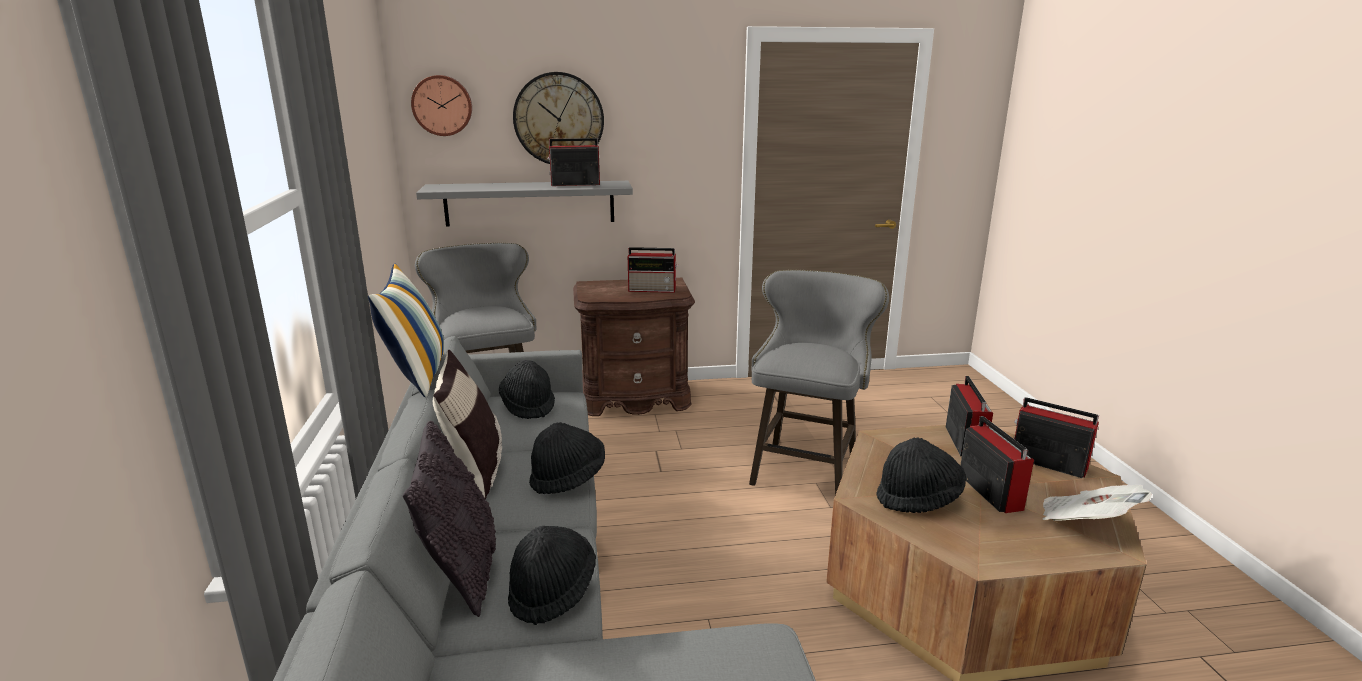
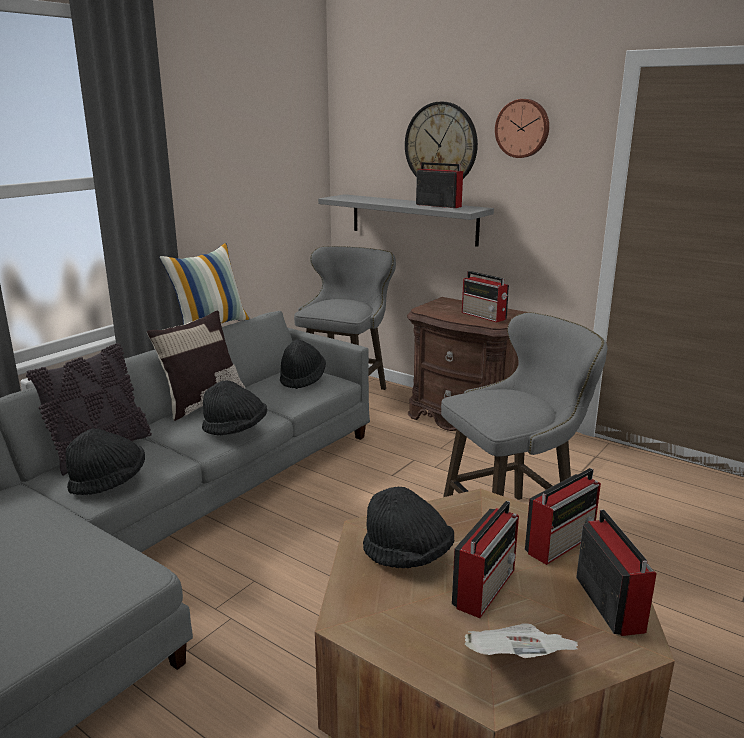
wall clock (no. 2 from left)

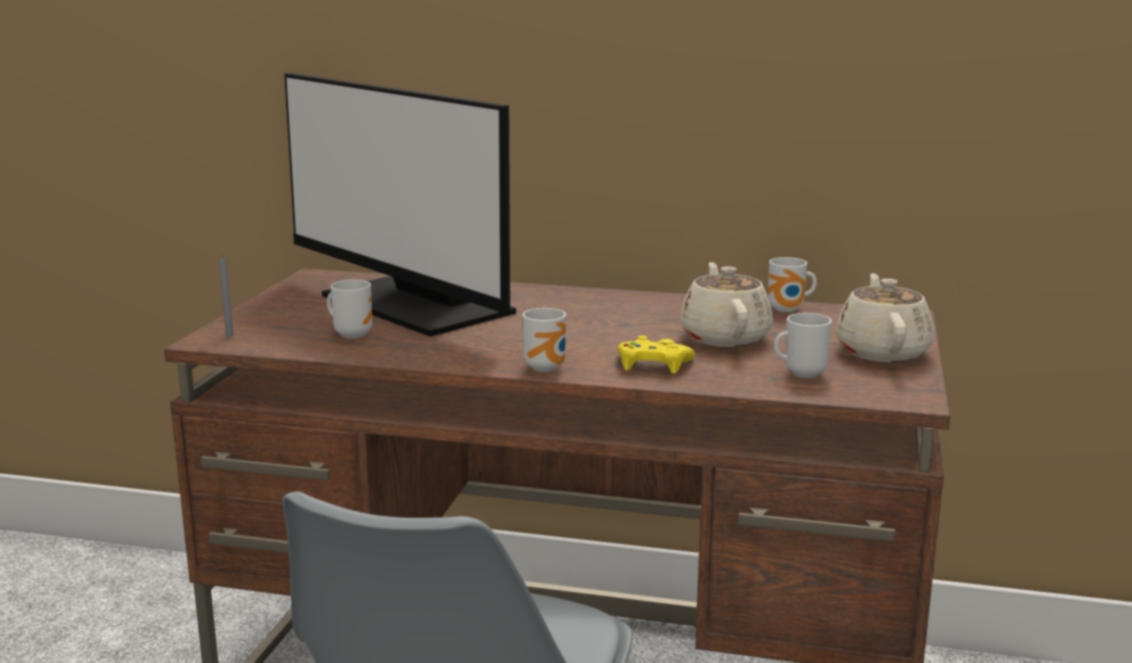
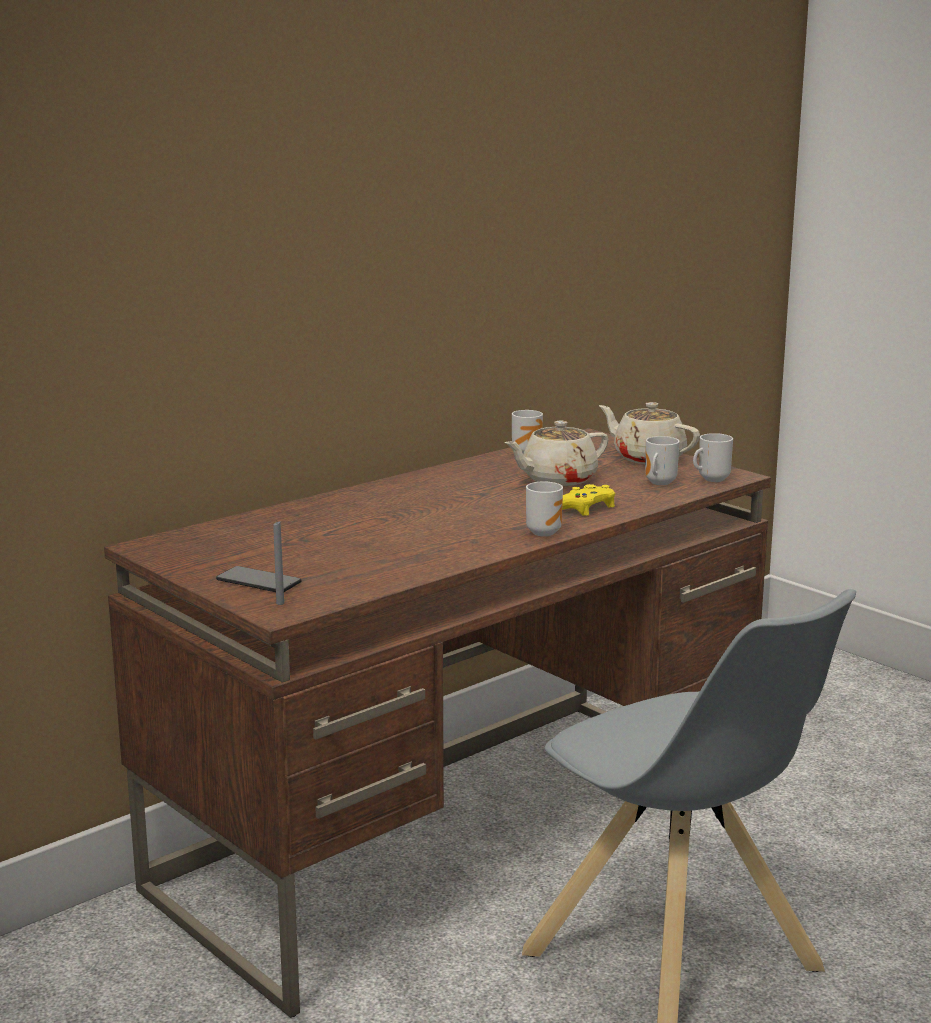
phone; beige teapot (no. 1 from left); mug (no. 4 from left); monitor

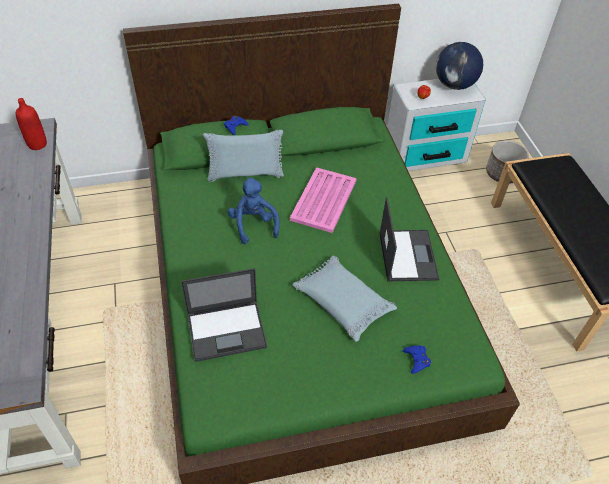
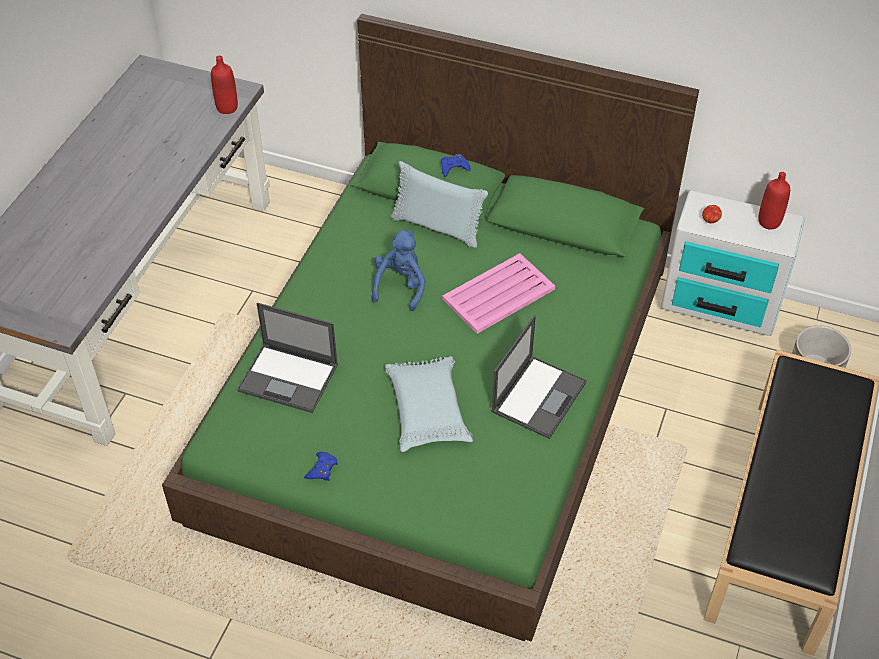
blue game controller (no. 1 from left); red bottle (no. 2 from left)

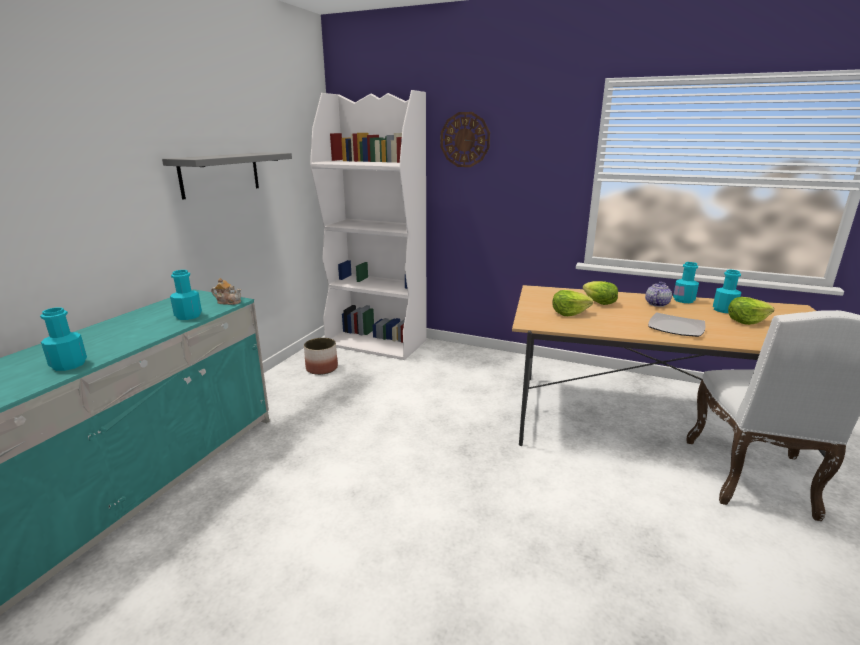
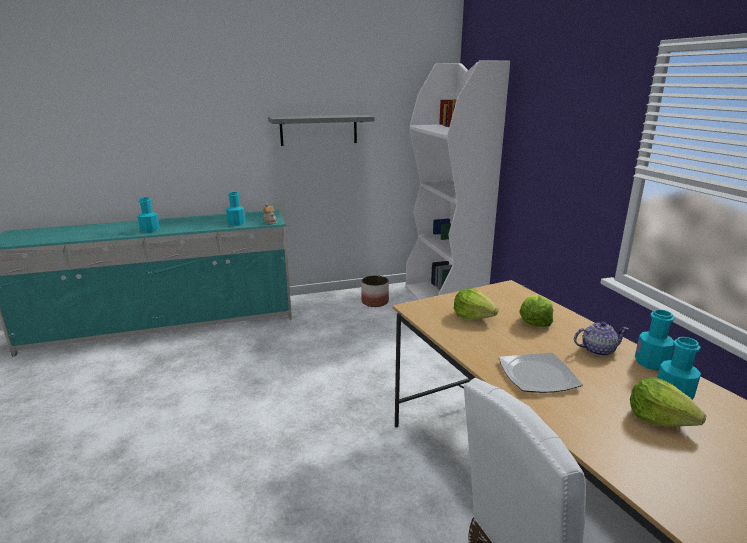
wall clock

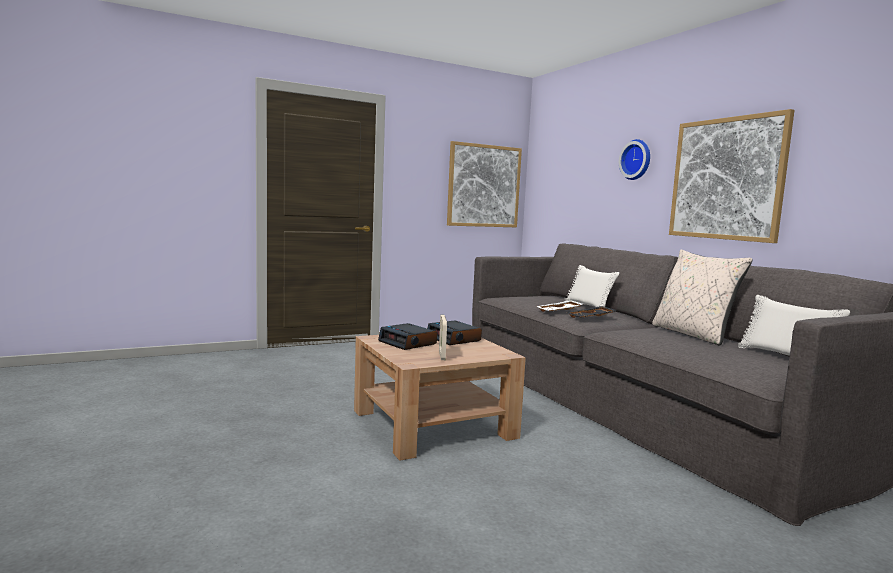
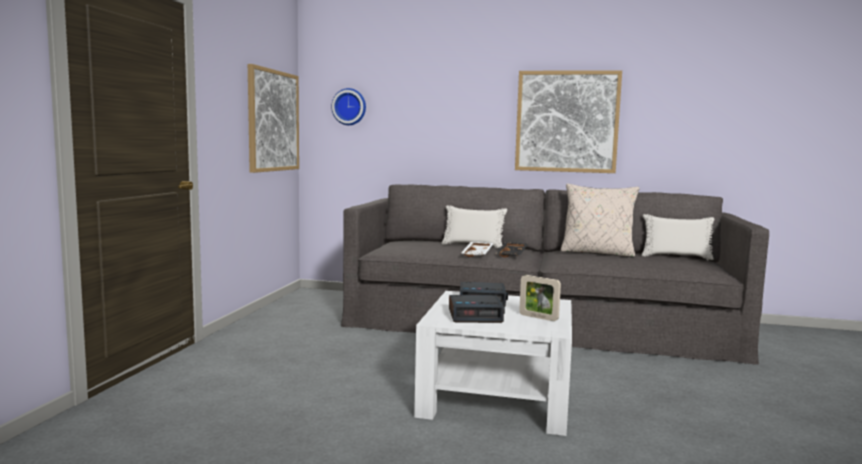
wall clock; white coffee table

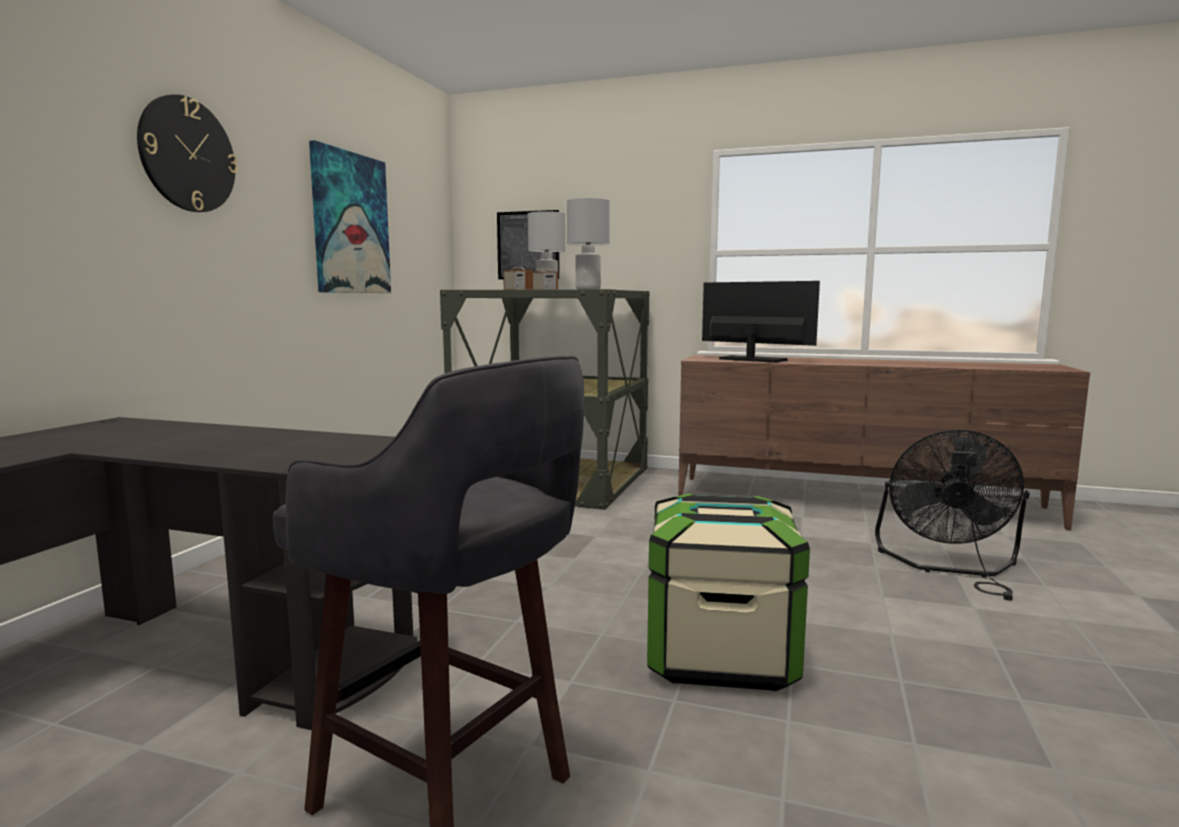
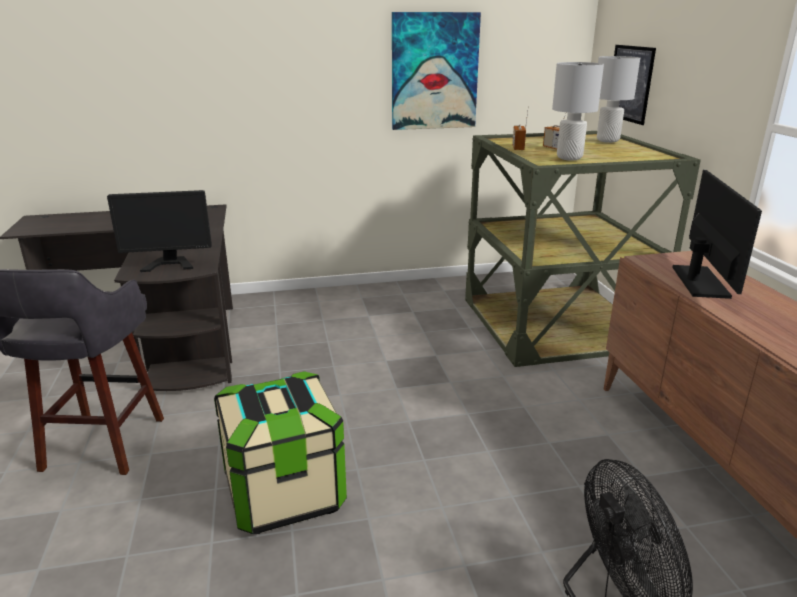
monitor (no. 1 from left); wall clock

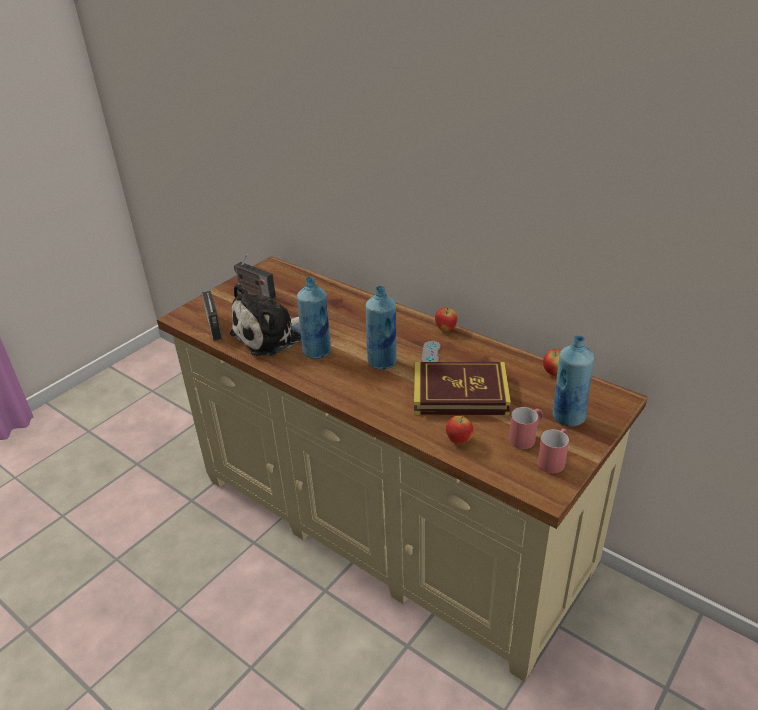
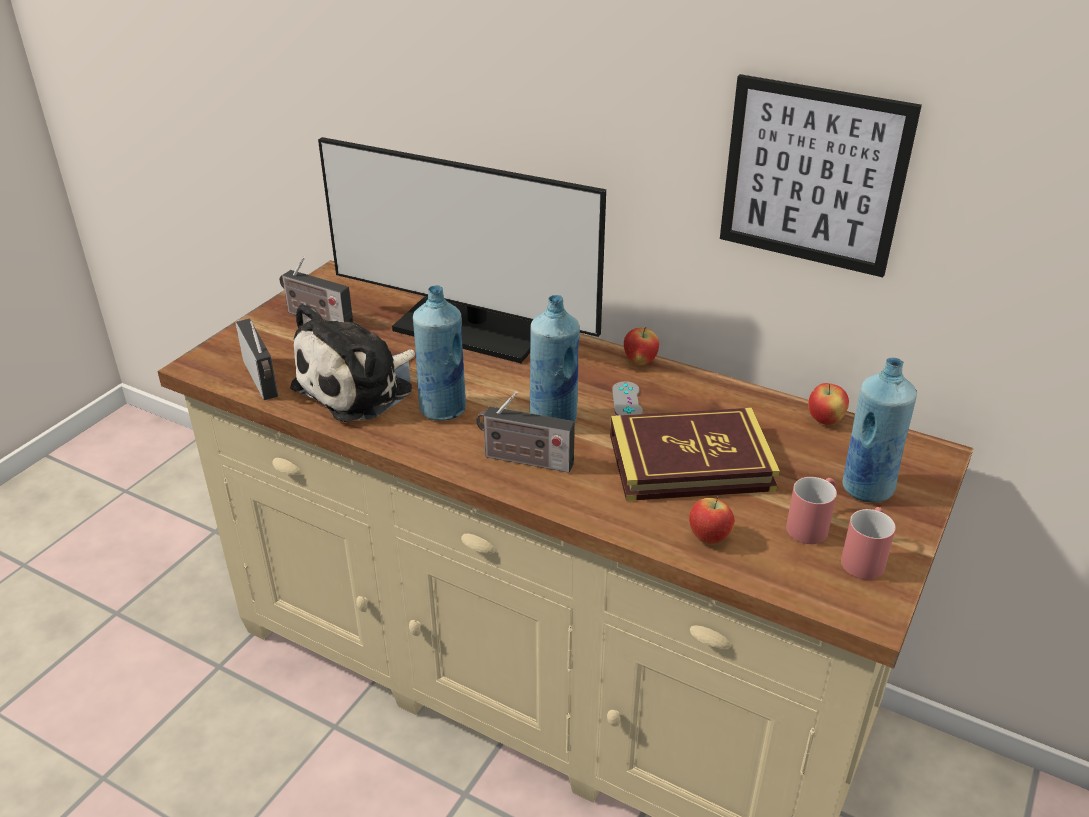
monitor; radio (no. 3 from left); picture

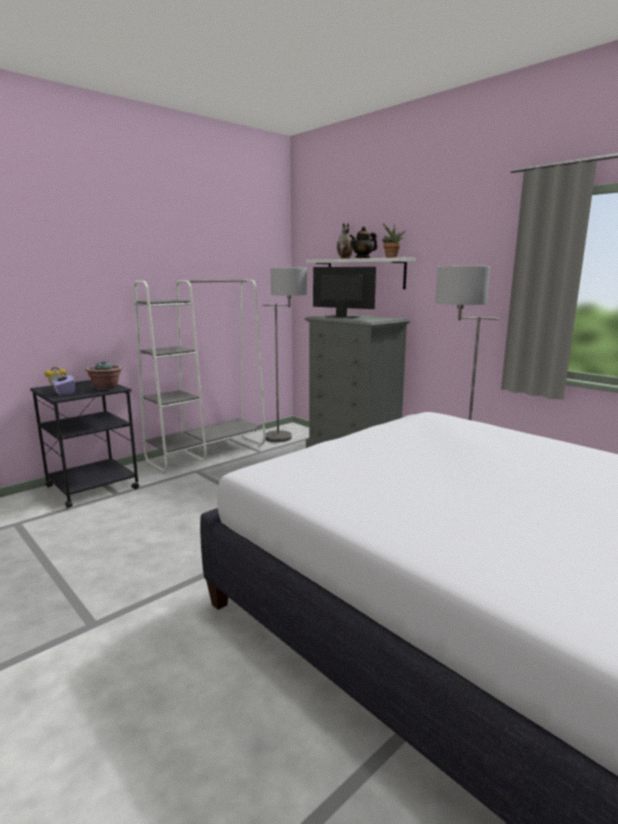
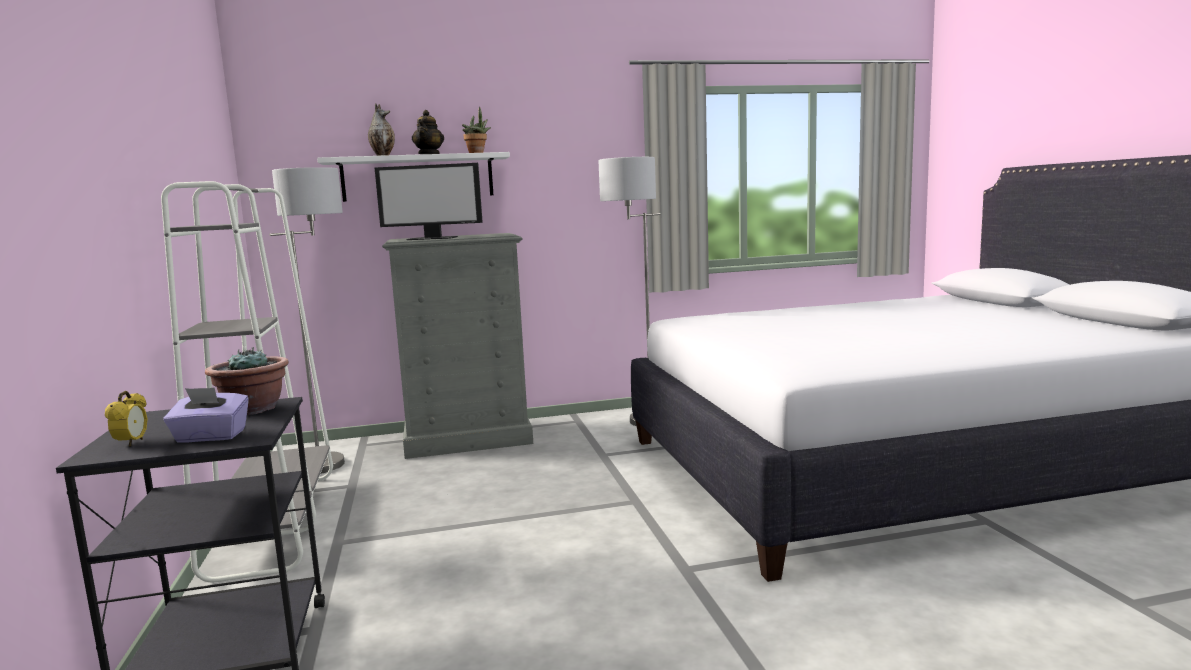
monitor

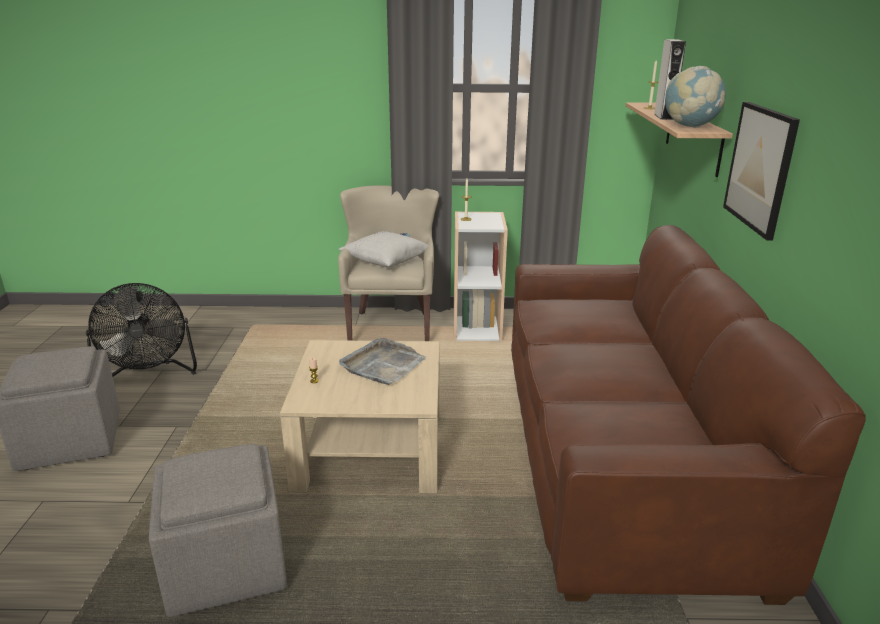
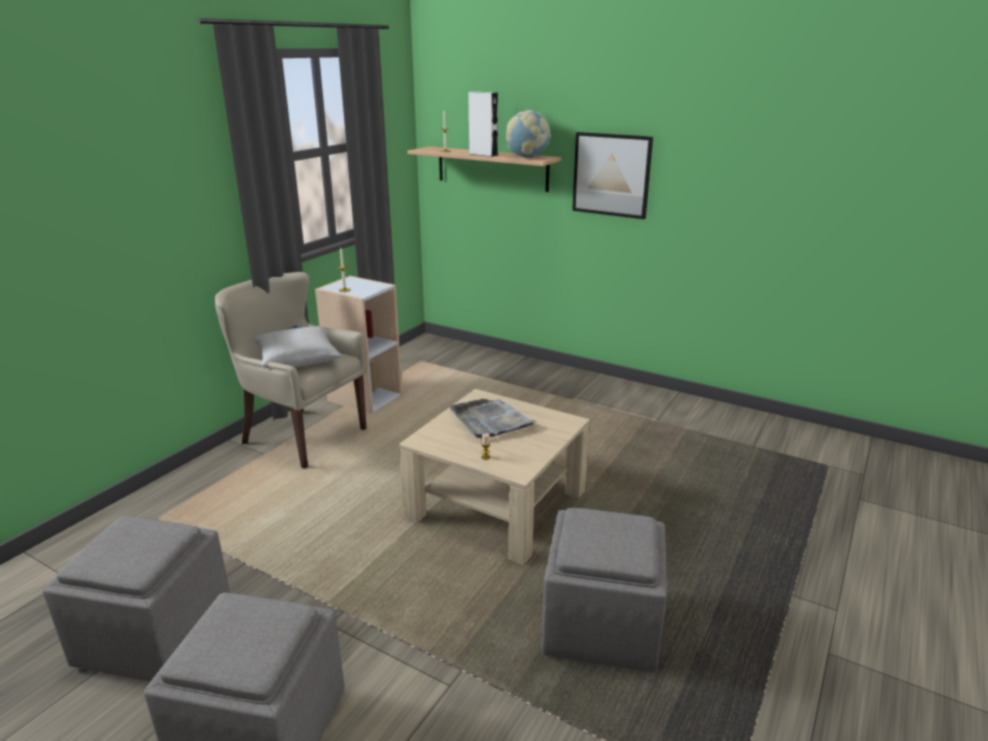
grey ottoman (no. 1 from left); brown sofa

